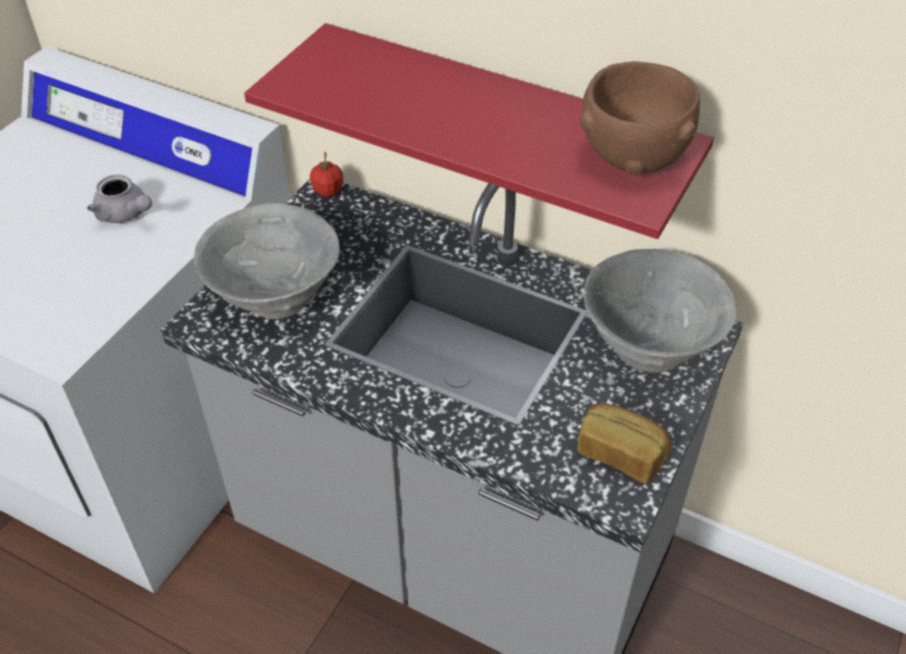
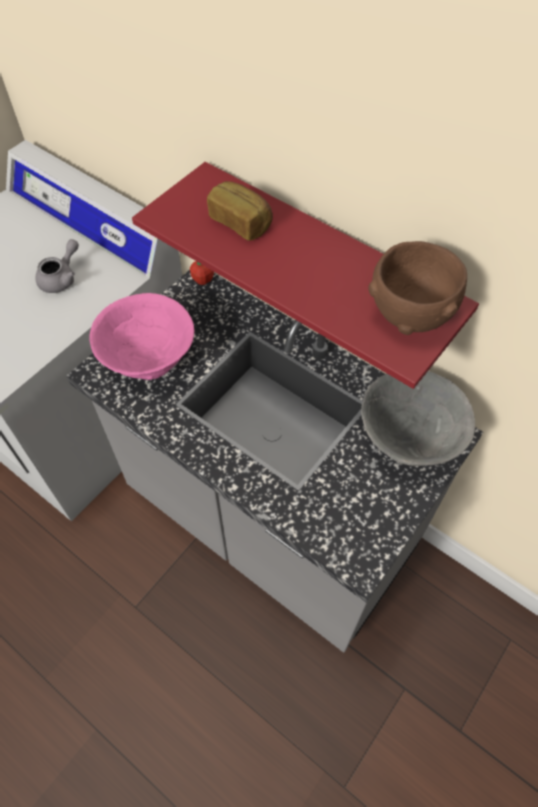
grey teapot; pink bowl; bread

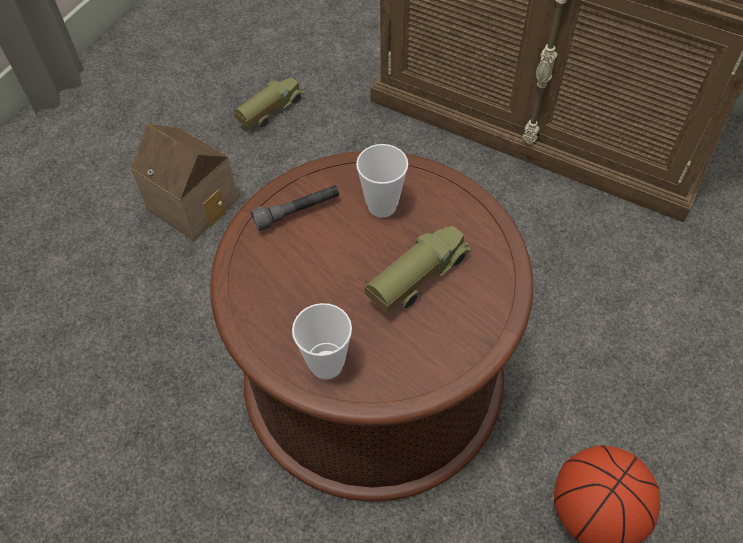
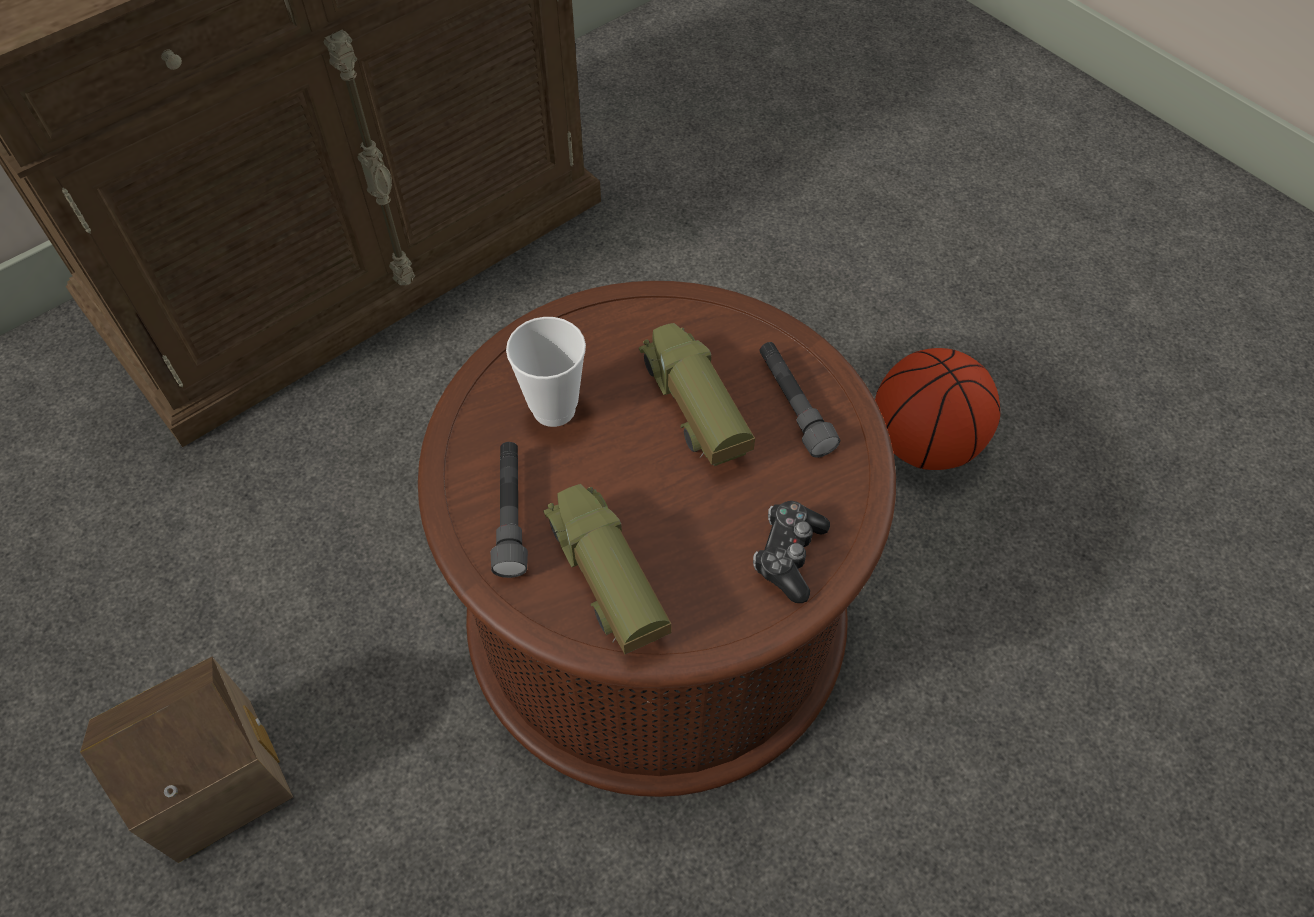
toy truck (no. 1 from left); game controller; grey flashlight (no. 2 from left)

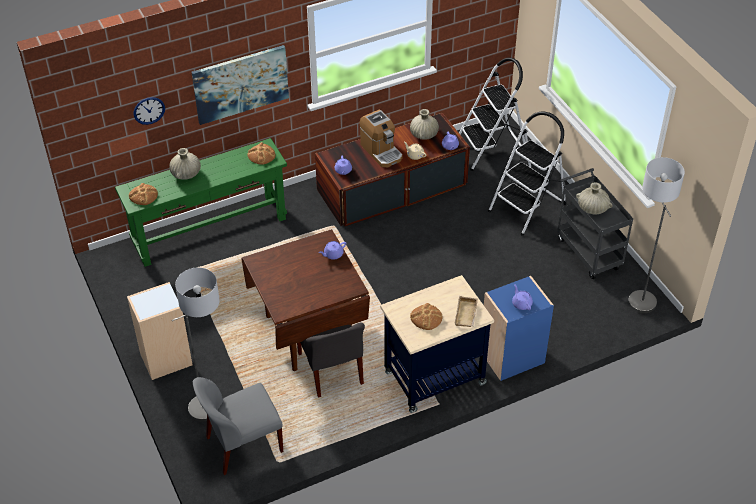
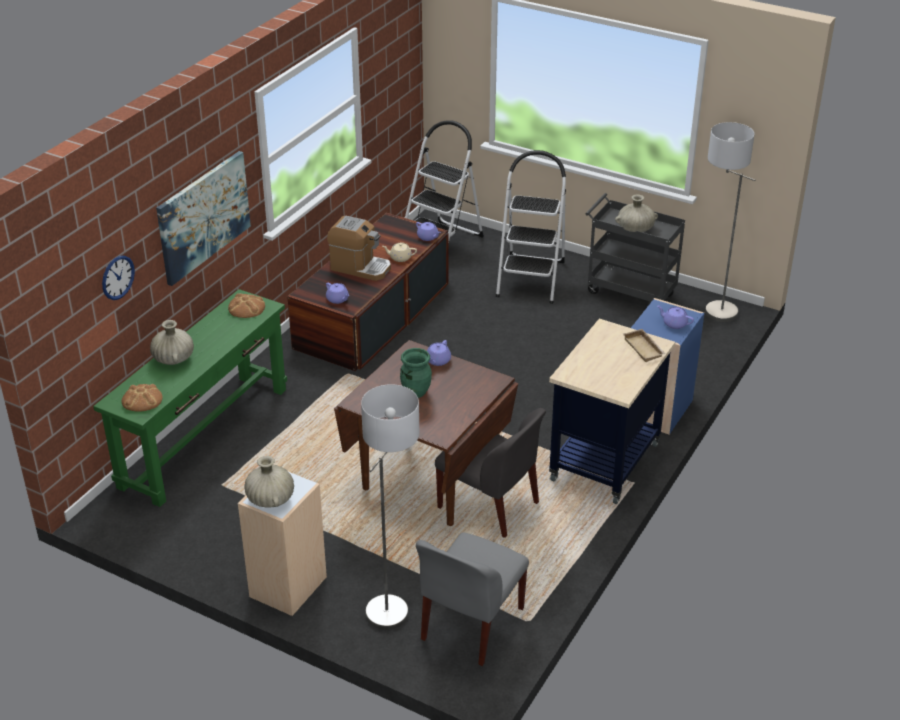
beige vase (no. 2 from left); green vase; bread (no. 3 from left in the first image)

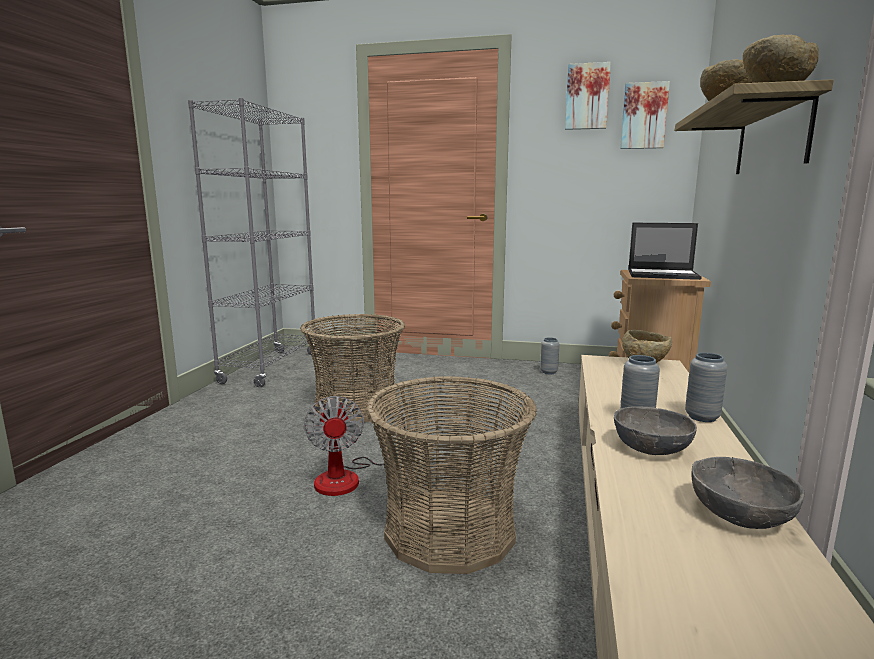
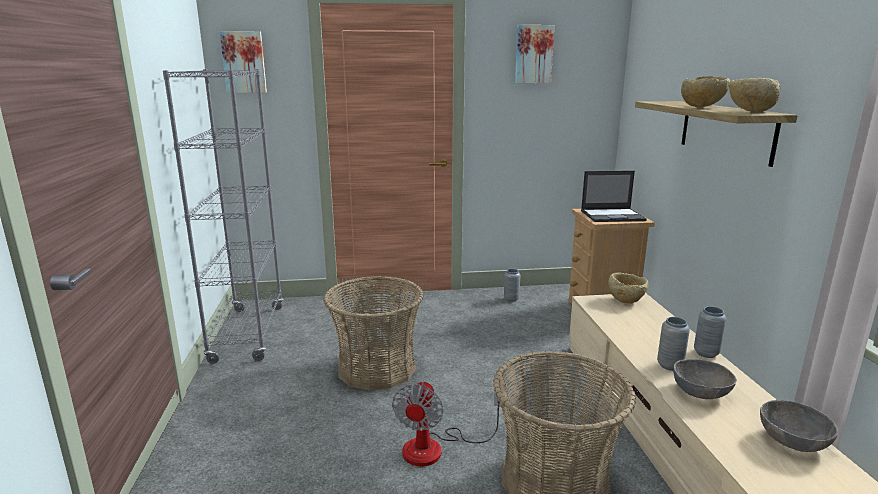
picture (no. 1 from left); fan

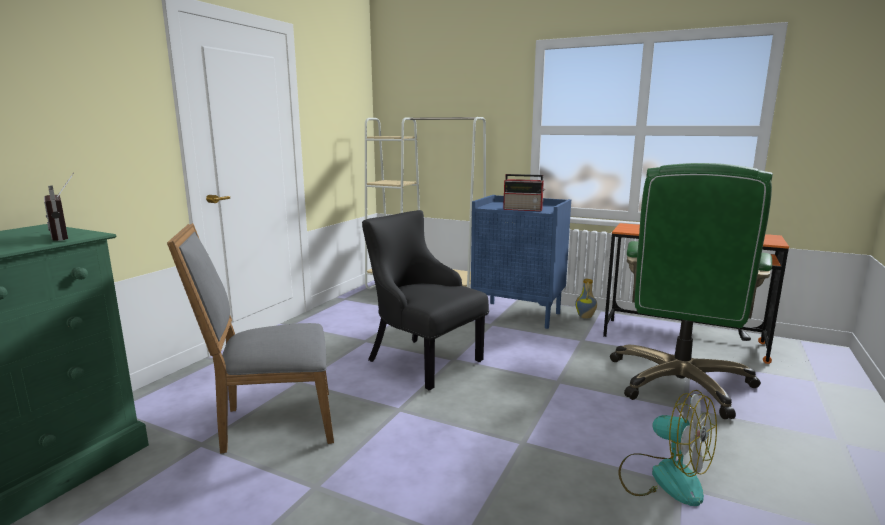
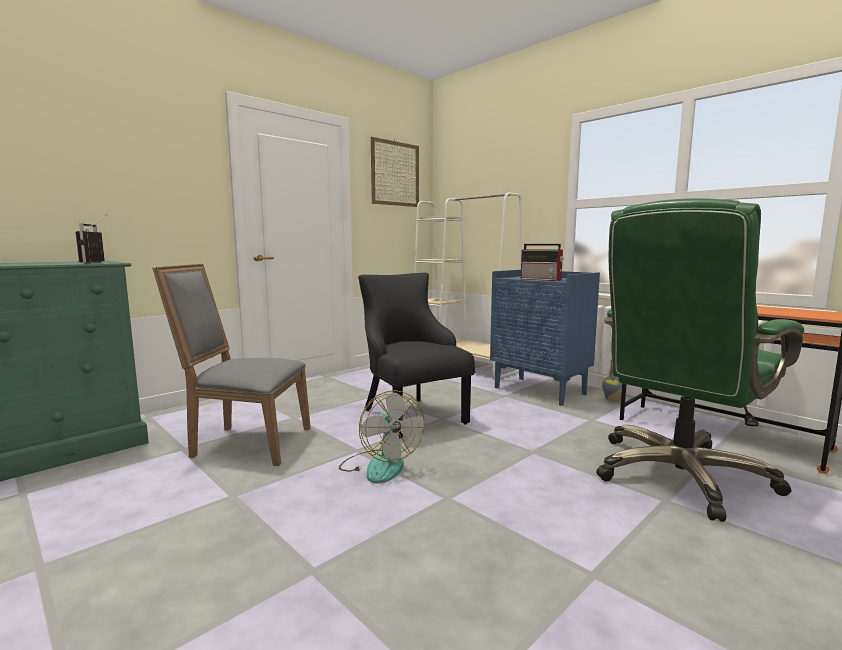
fan; picture

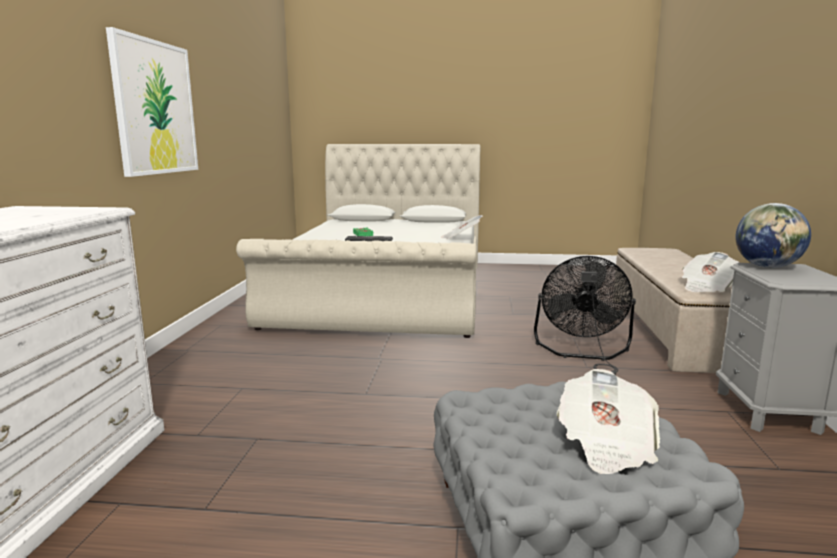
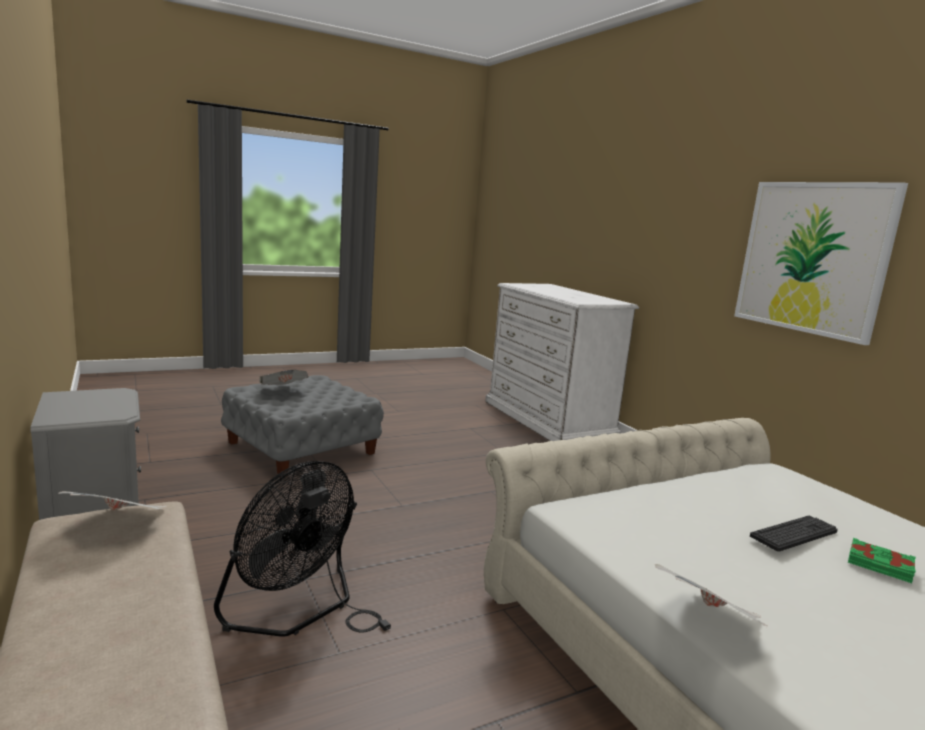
black fan; globe

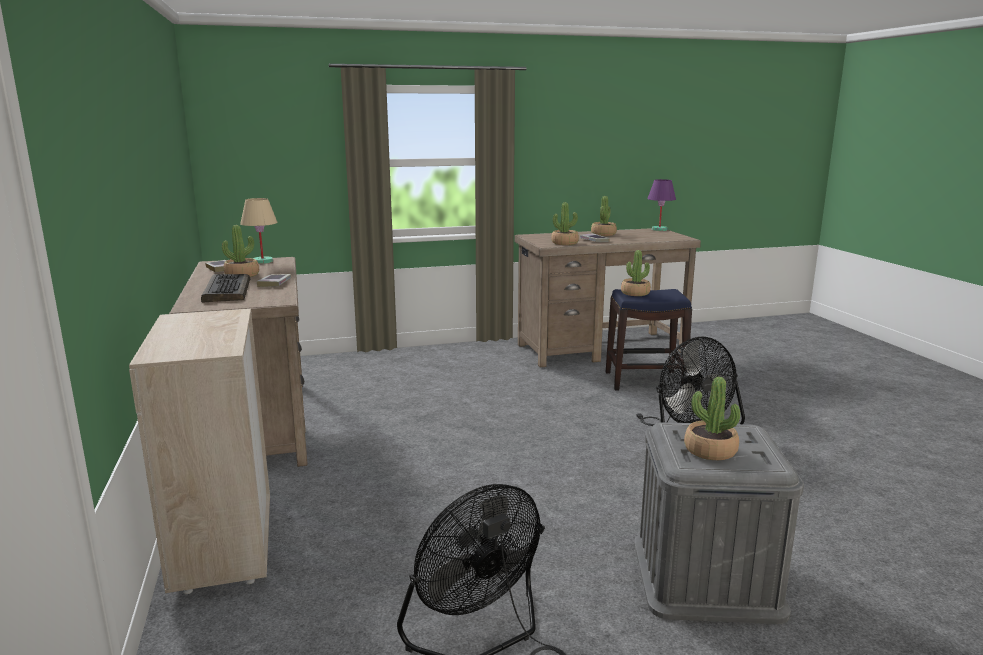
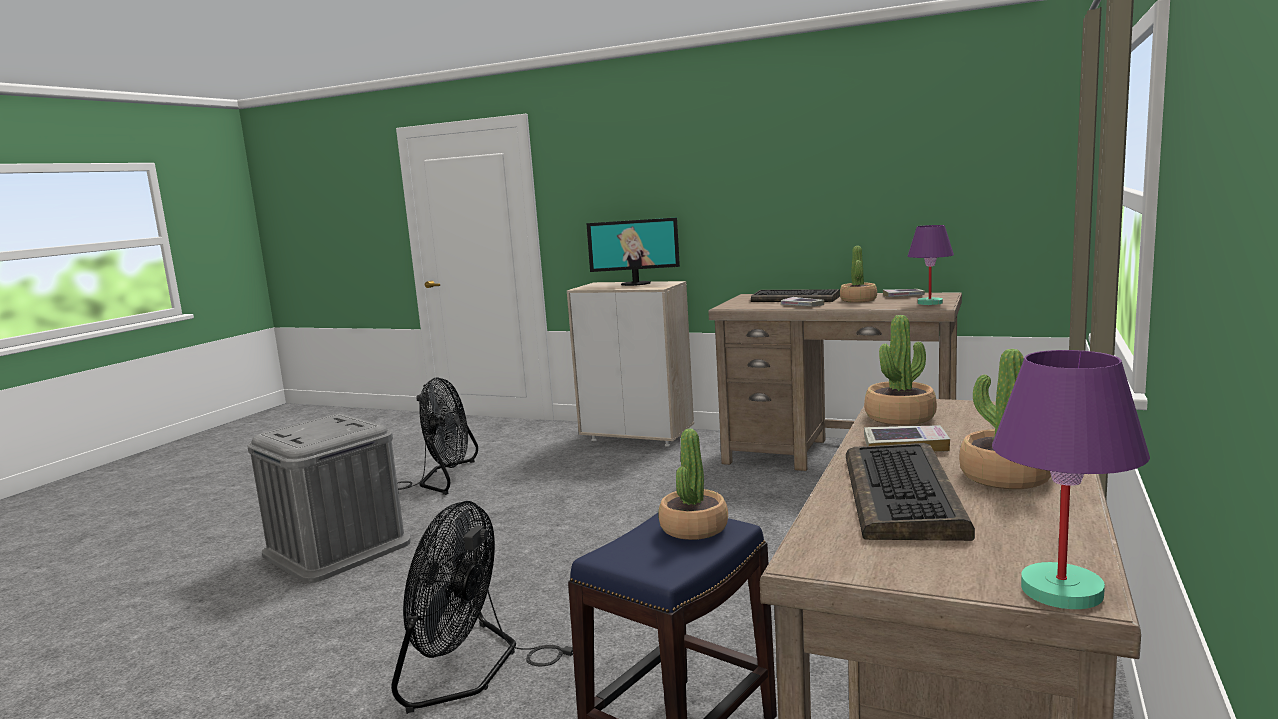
monitor; keyboard (no. 2 from left); purple table lamp (no. 1 from left); potted plant (no. 5 from left in the first image)

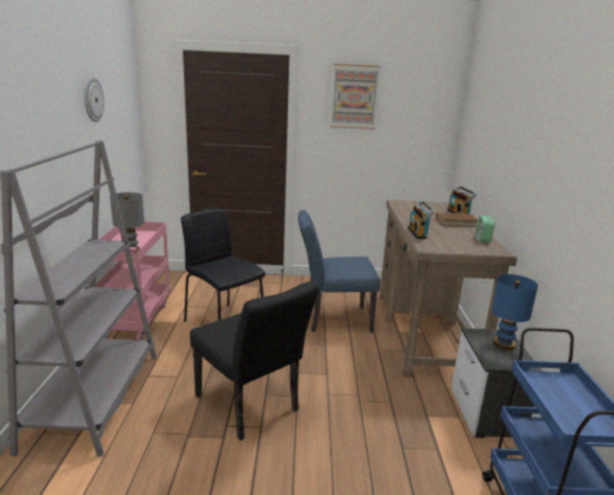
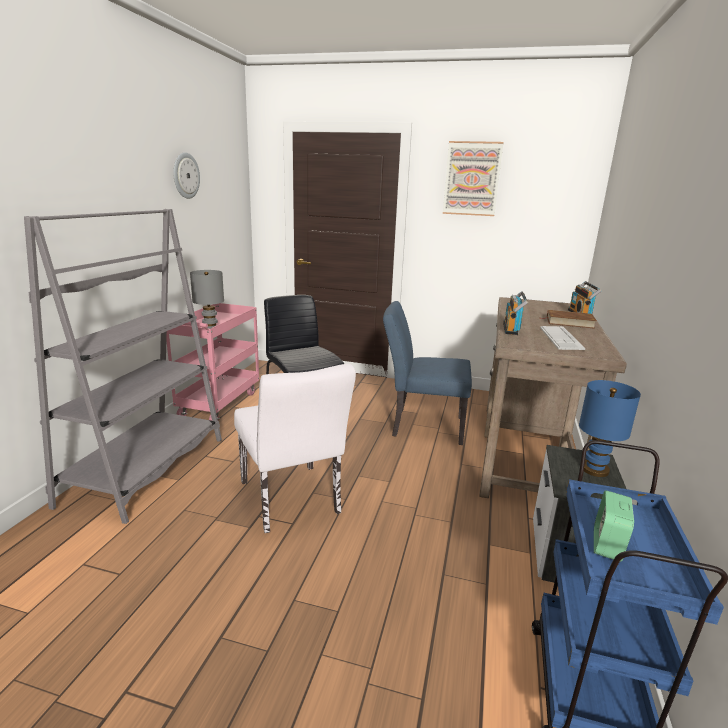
white chair; keyboard; alarm clock

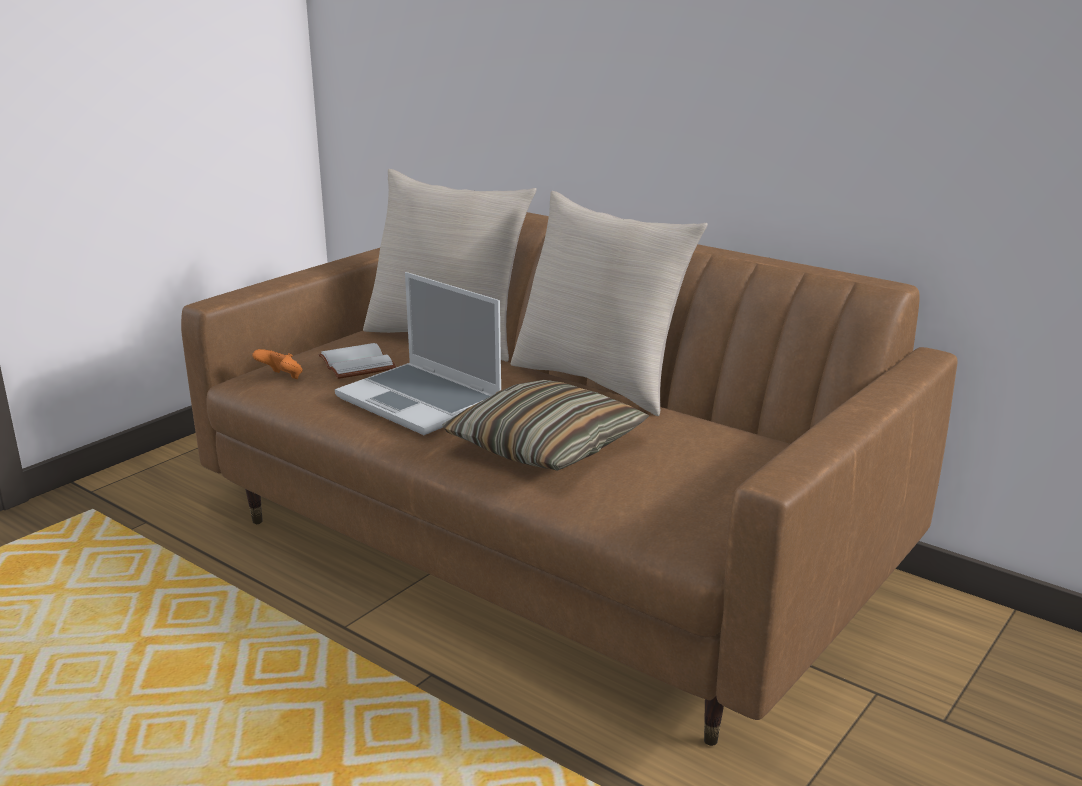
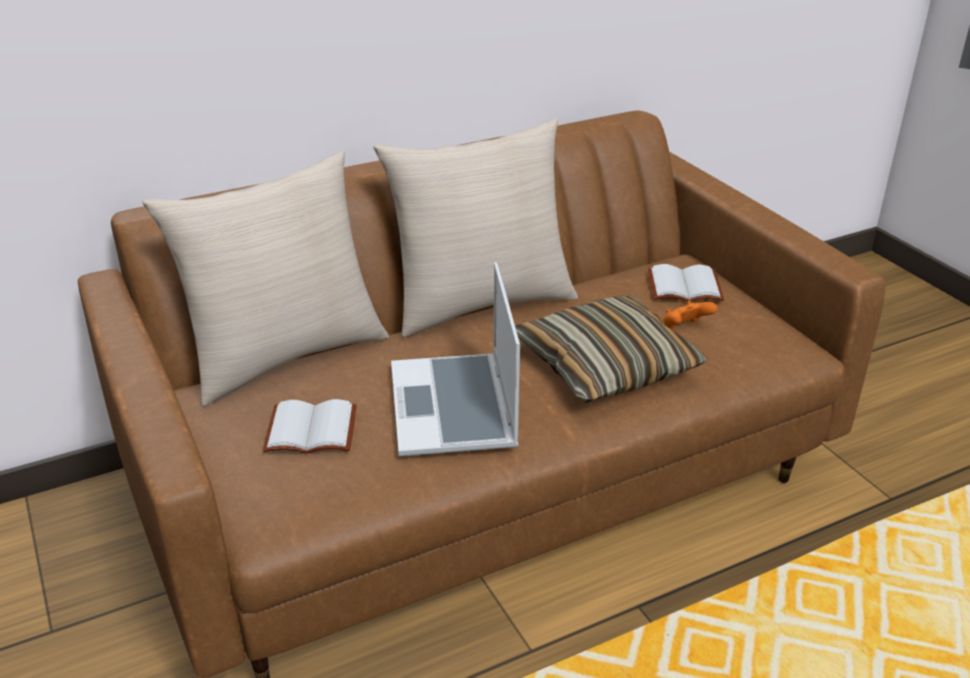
laptop; white book (no. 2 from left); orange game controller

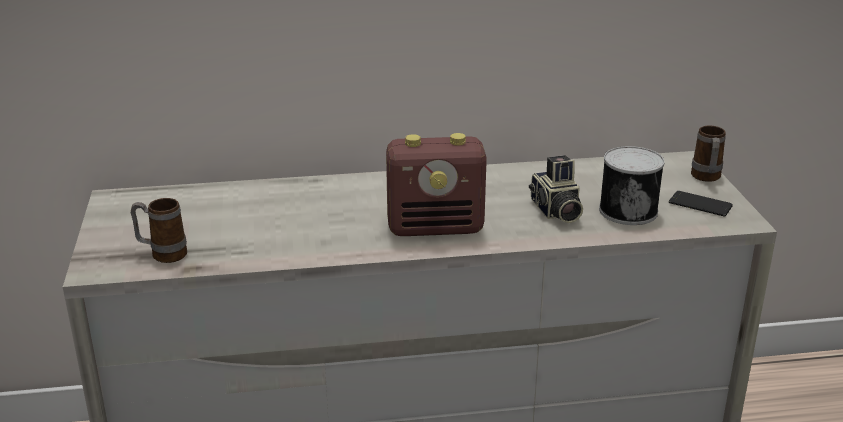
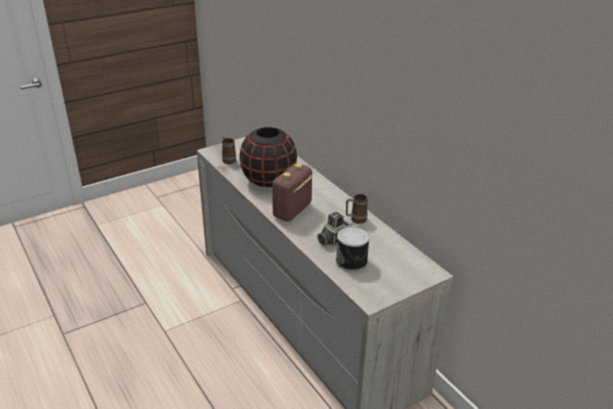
black vase; radio; mug (no. 2 from left); phone

